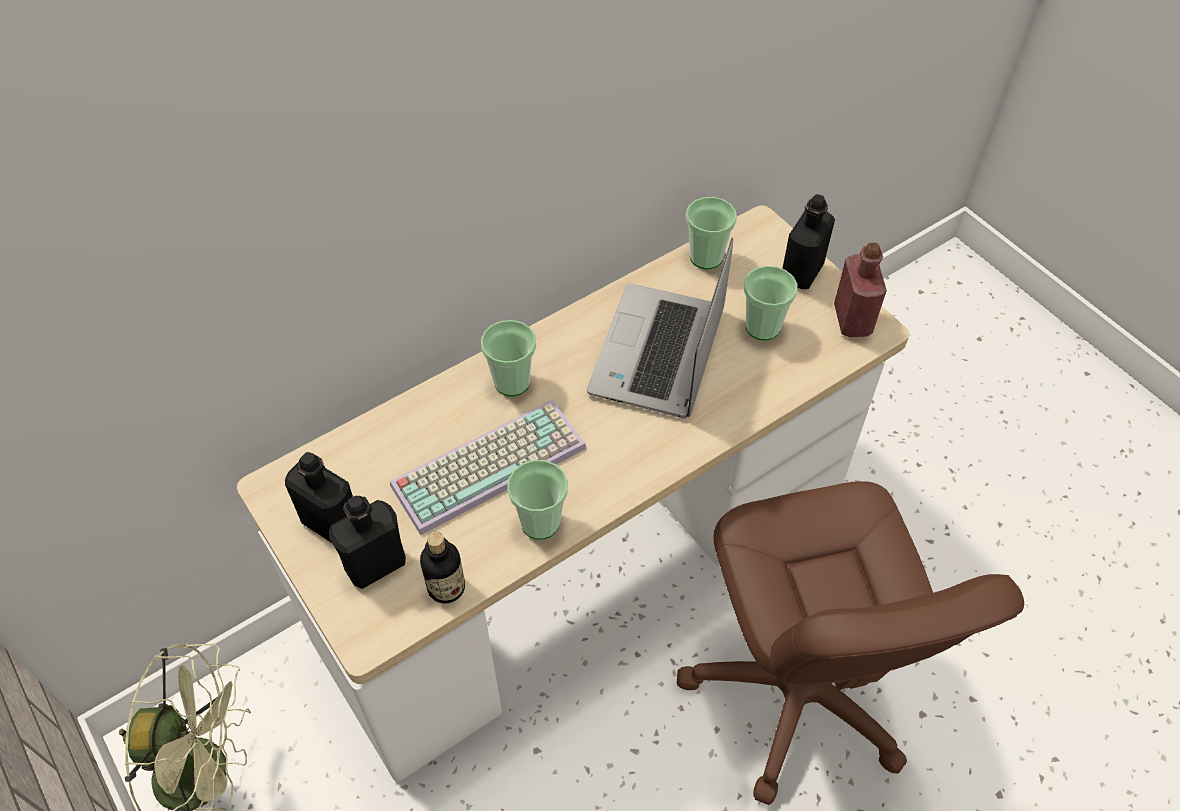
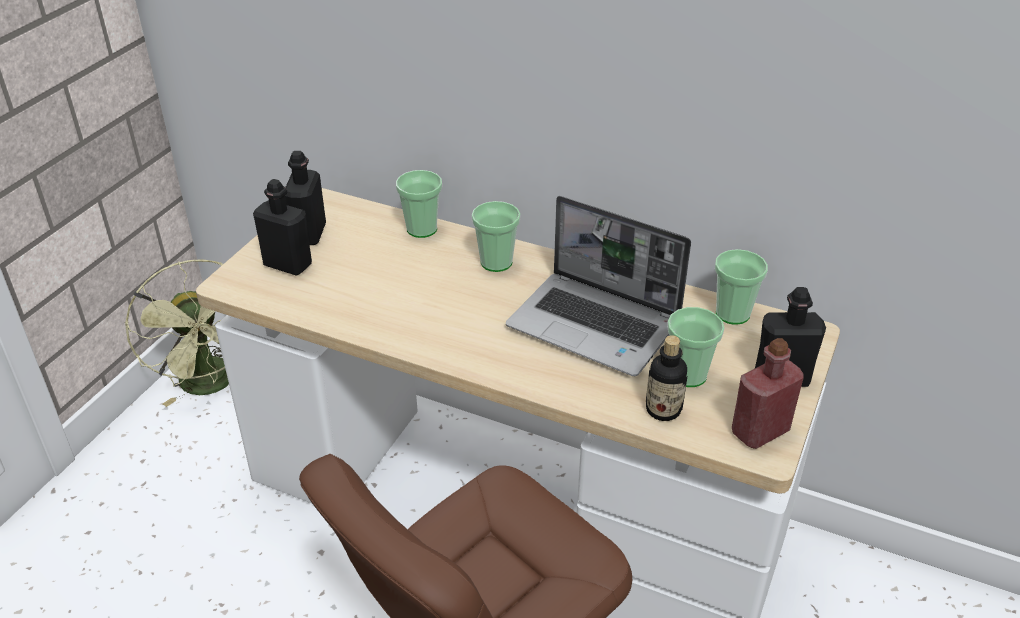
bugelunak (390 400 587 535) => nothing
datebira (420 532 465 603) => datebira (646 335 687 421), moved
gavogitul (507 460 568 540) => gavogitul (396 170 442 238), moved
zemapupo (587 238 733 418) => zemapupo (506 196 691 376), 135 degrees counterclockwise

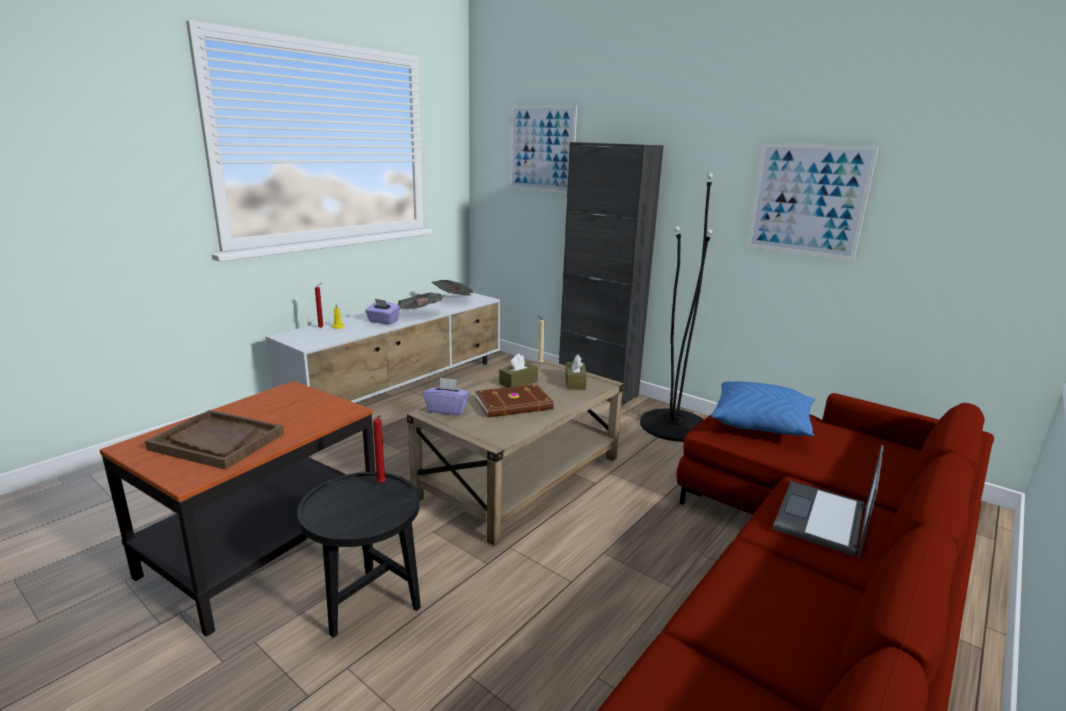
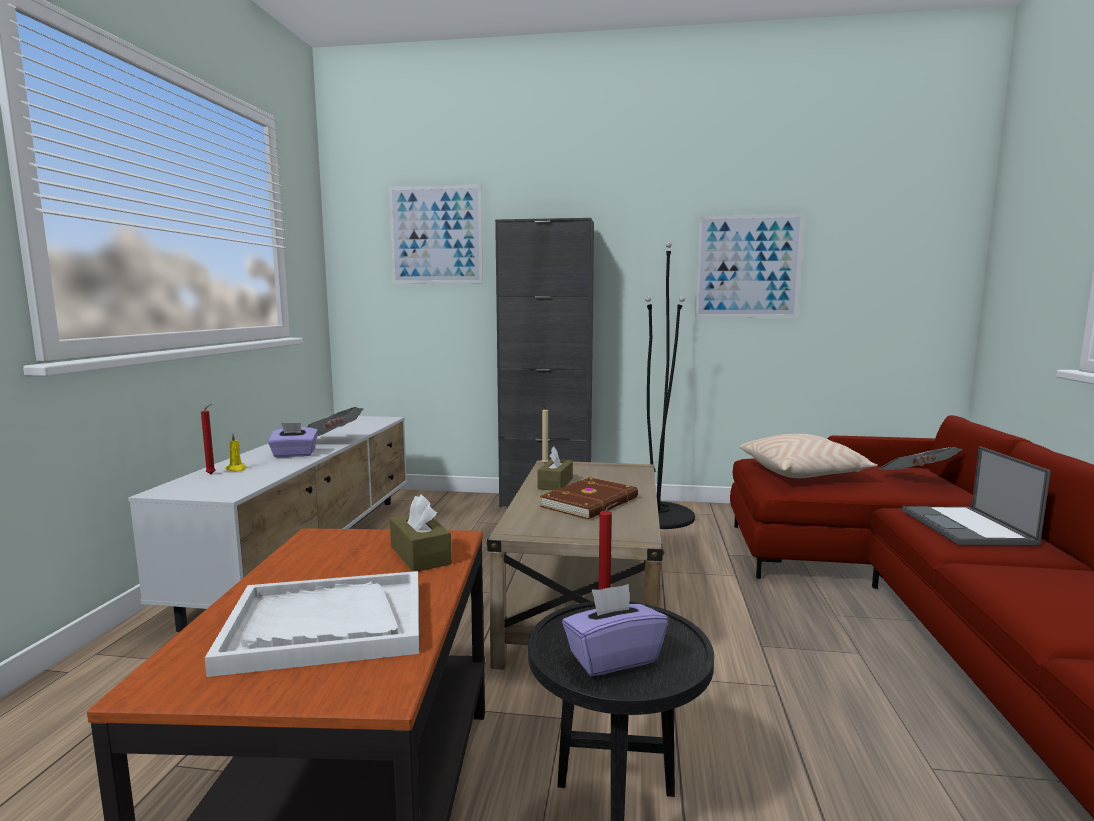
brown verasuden (145 410 284 470) => white verasuden (205 571 419 677)
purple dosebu (423 377 470 415) => purple dosebu (562 584 668 676), moved
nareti (431 280 473 296) => nareti (878 447 963 470), moved
brown dosebu (565 354 587 390) => brown dosebu (390 494 452 572), moved
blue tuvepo (711 381 815 436) => beige tuvepo (740 434 878 478)

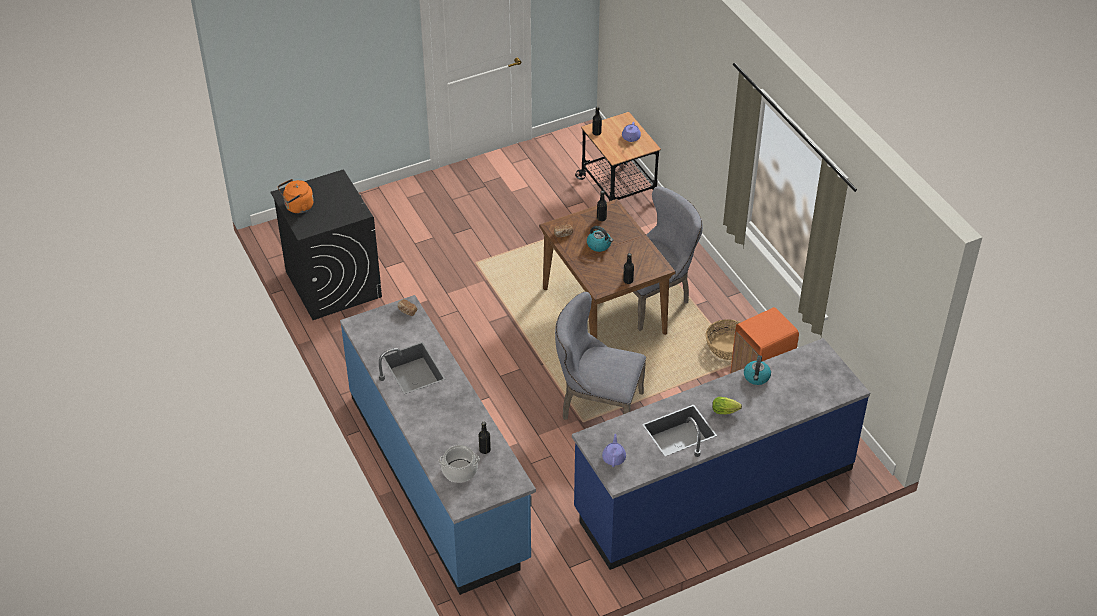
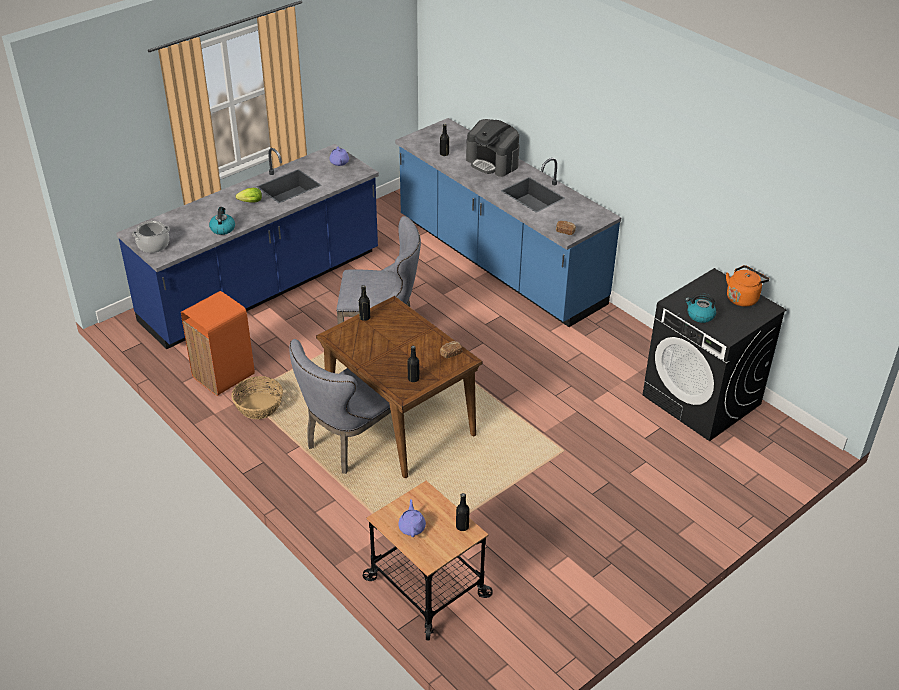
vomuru (439 445 480 483) => vomuru (132 221 170 253), moved
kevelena (587 226 613 252) => kevelena (685 293 716 323), moved
nothing => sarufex (466 119 519 177)

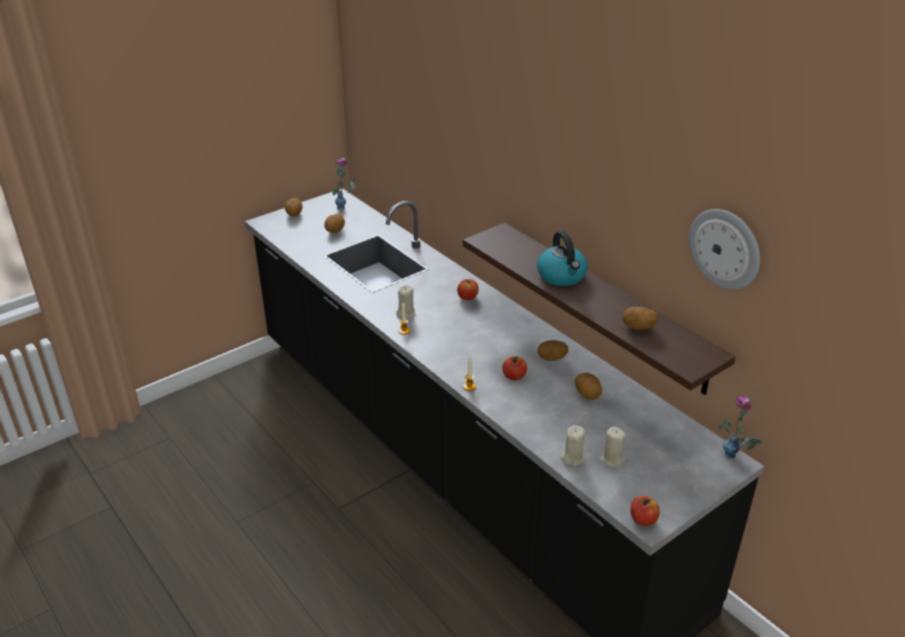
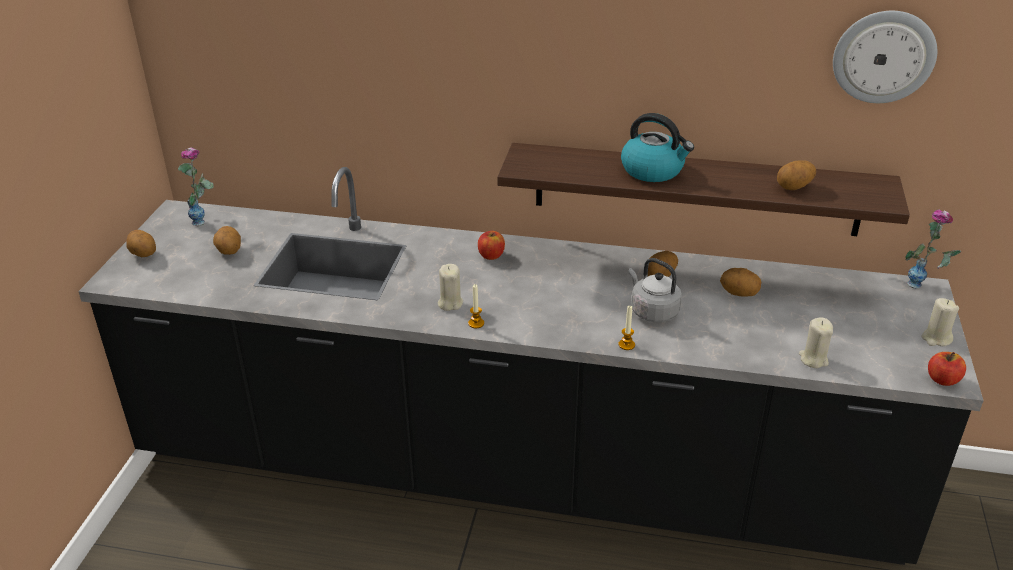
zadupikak (502 356 527 380) => grey kevelena (628 258 682 322)
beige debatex (599 427 626 468) => beige debatex (921 298 959 346), moved

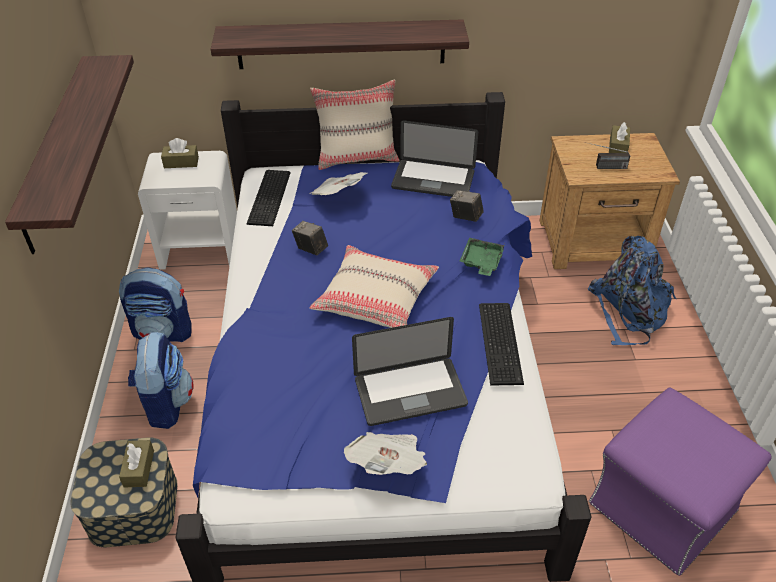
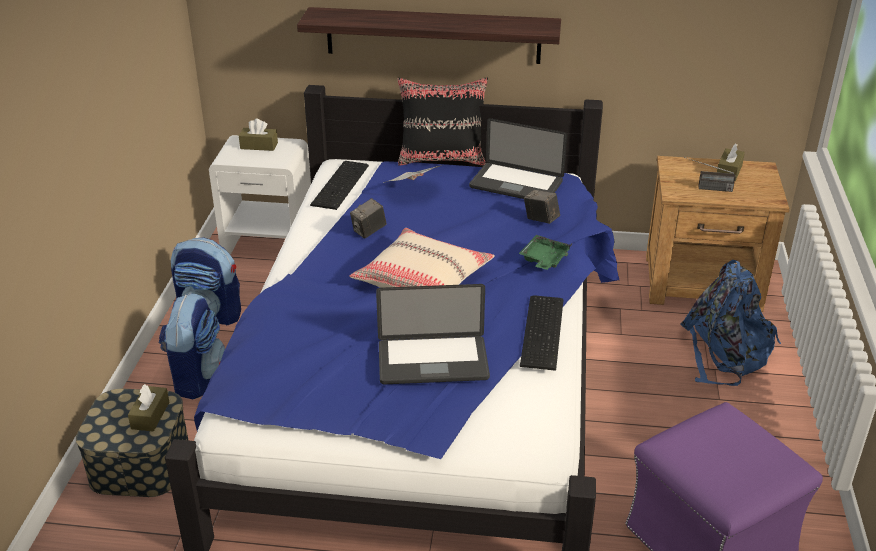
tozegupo (5 55 134 254) => nothing
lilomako (292 221 328 256) => lilomako (350 198 387 239), 90 degrees counterclockwise
beige tuvepo (310 80 400 170) => black tuvepo (397 77 488 166)
nareti (344 432 427 475) => nothing

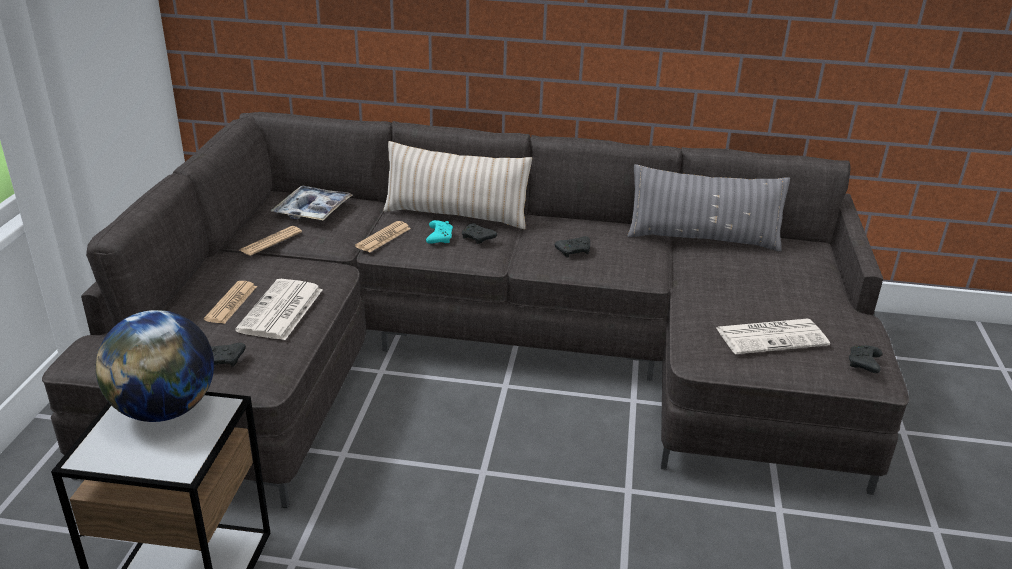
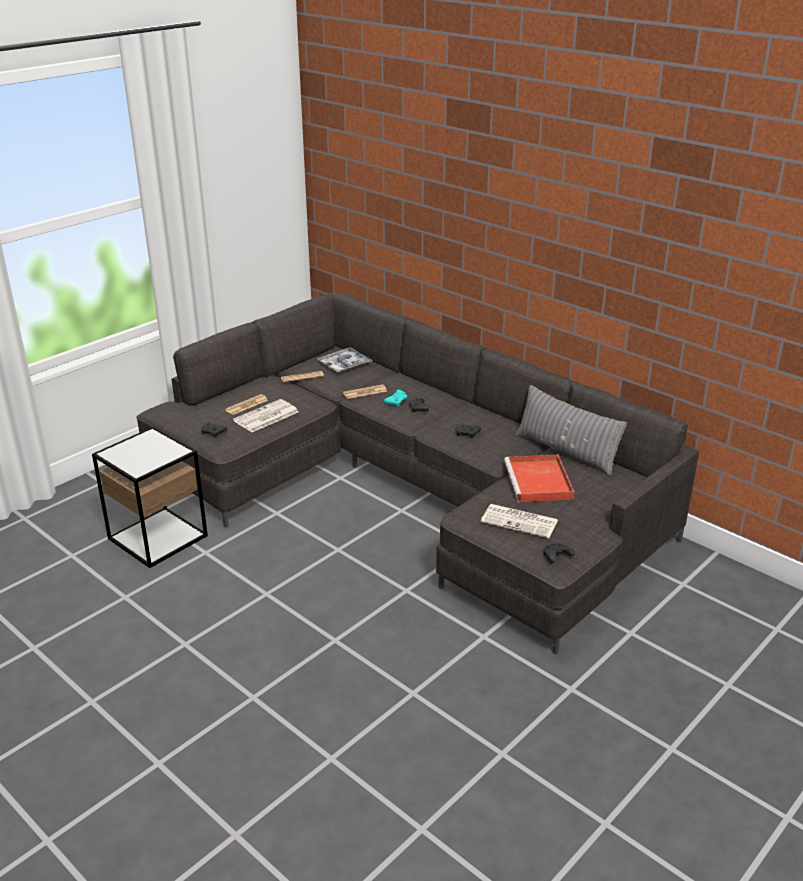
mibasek (95 310 214 422) => nothing
beige tuvepo (383 141 532 229) => nothing
nothing => red verasuden (504 455 574 502)

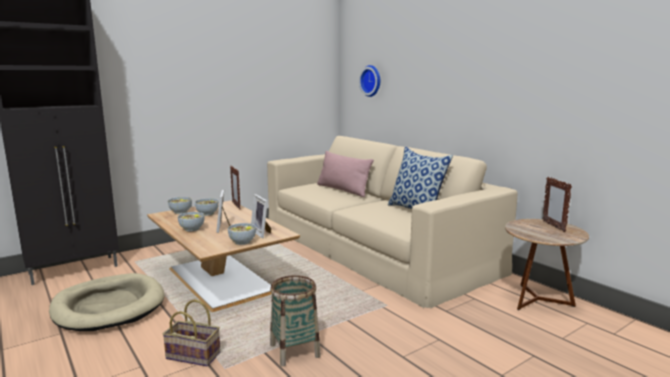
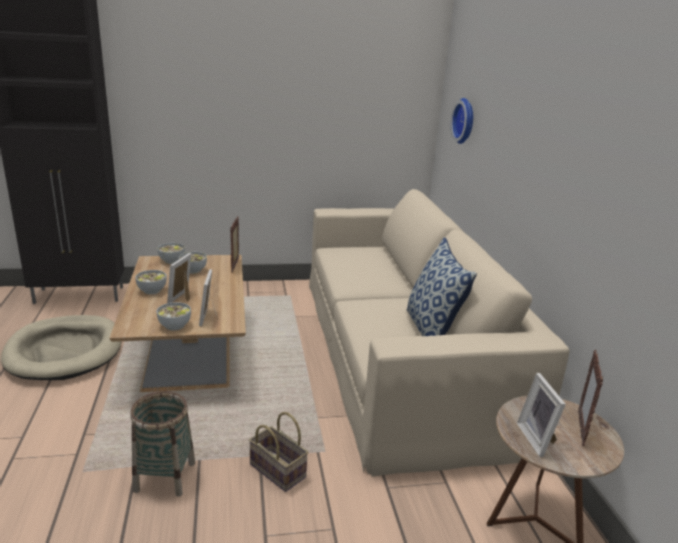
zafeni (163 299 221 367) => zafeni (249 412 308 492), moved
pink tuvepo (317 151 374 197) => nothing
nothing => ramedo (517 373 566 457)

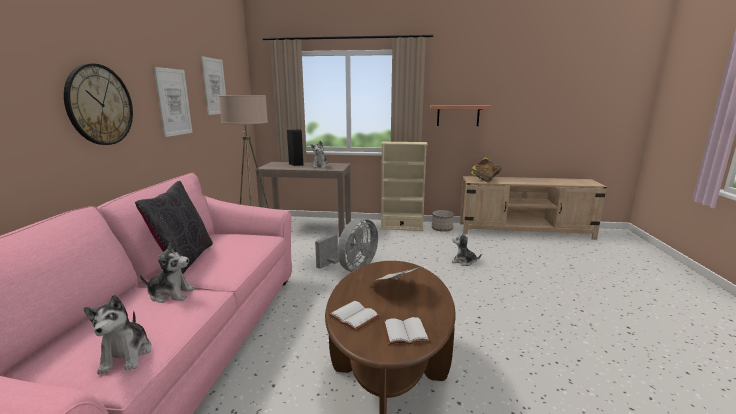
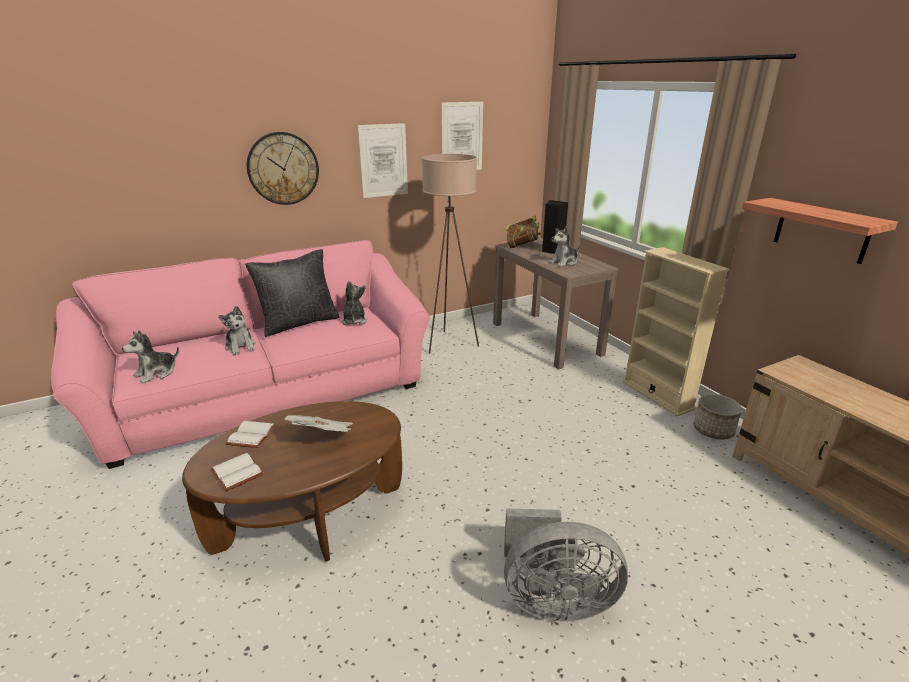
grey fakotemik (315 218 378 272) => grey fakotemik (504 508 628 621), moved
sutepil (452 233 482 266) => sutepil (341 281 368 325), moved
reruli (470 157 502 182) => reruli (506 216 541 248), moved

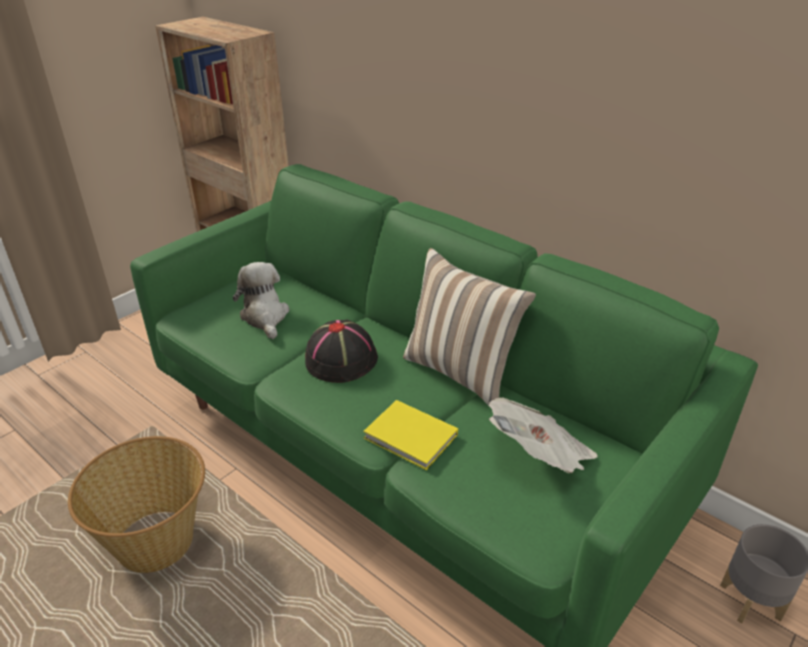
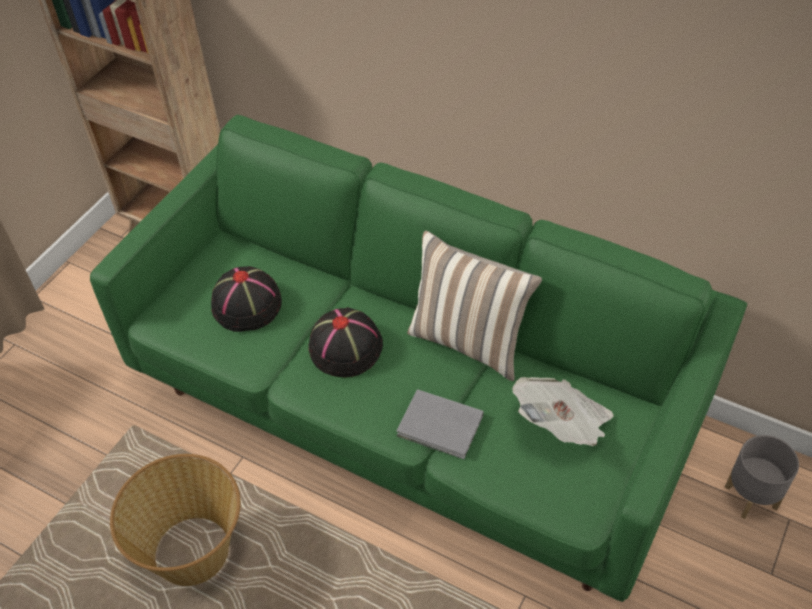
sutepil (233 262 290 339) => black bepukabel (211 266 282 332)
yellow reruli (363 400 458 470) => grey reruli (396 389 483 459)

